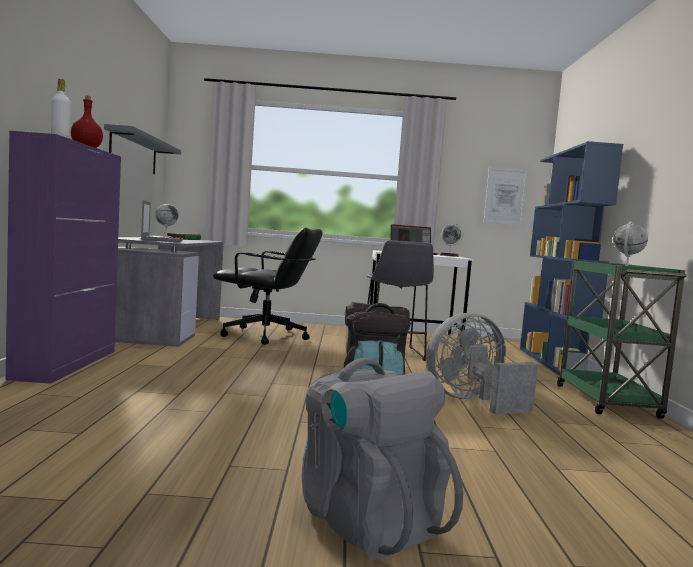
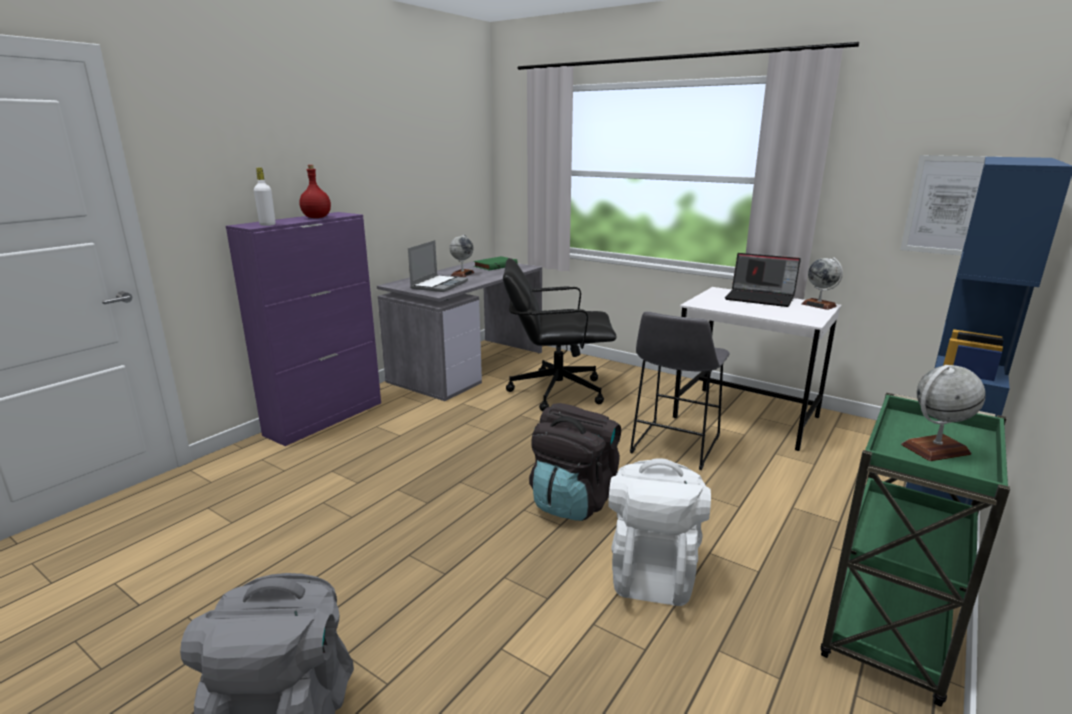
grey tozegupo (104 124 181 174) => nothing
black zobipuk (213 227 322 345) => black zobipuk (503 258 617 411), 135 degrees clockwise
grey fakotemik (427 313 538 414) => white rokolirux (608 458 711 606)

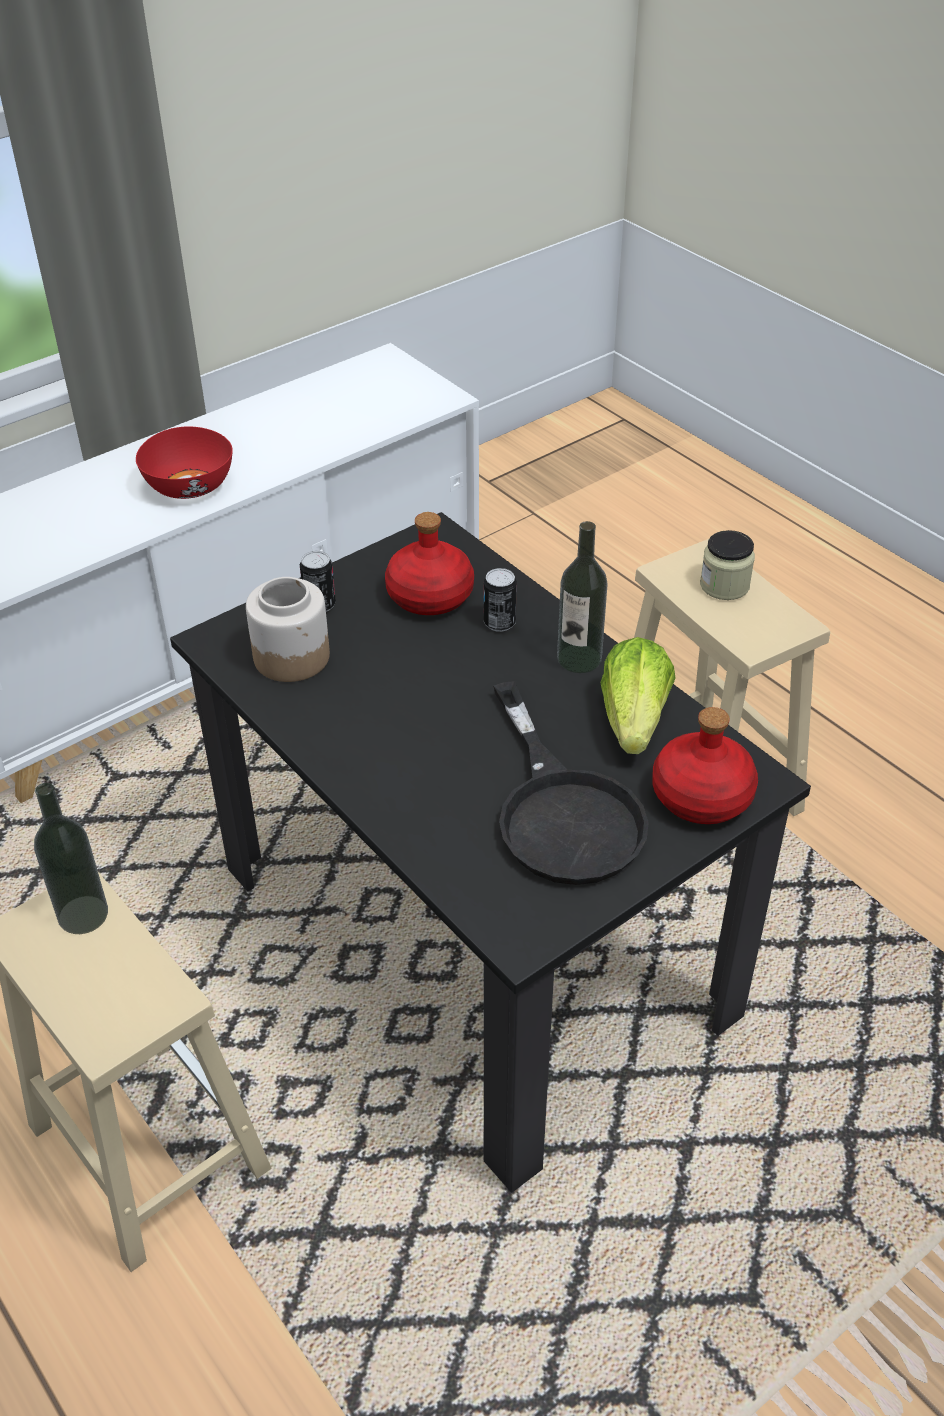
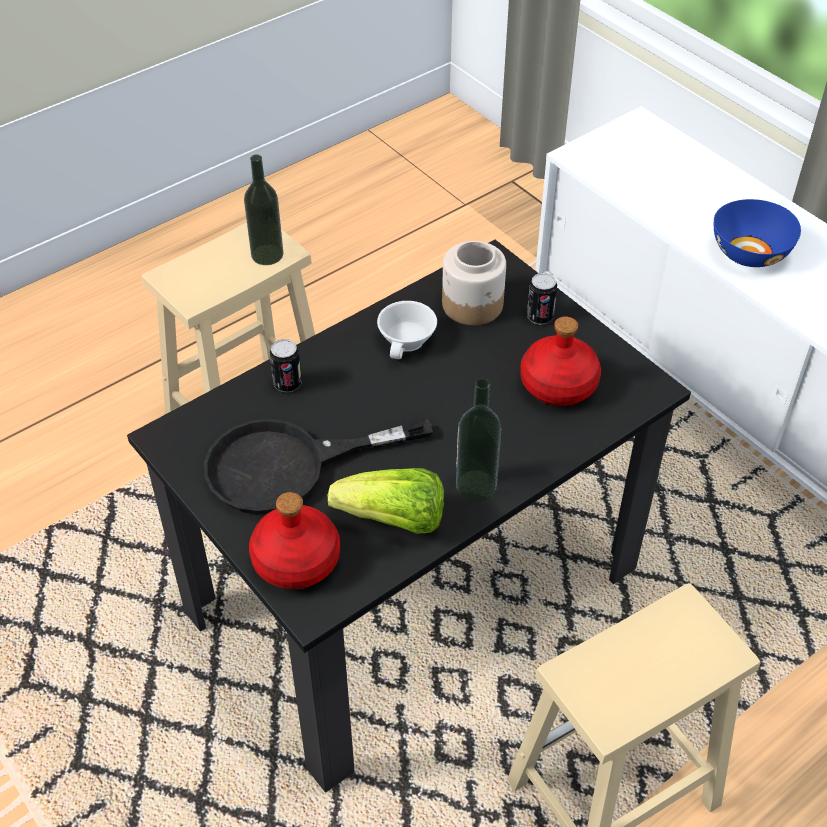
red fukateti (136 426 233 499) => blue fukateti (714 199 801 267)
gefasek (484 568 517 632) => gefasek (270 339 302 392), moved
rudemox (700 530 755 600) => nothing
nothing => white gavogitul (377 301 437 359)

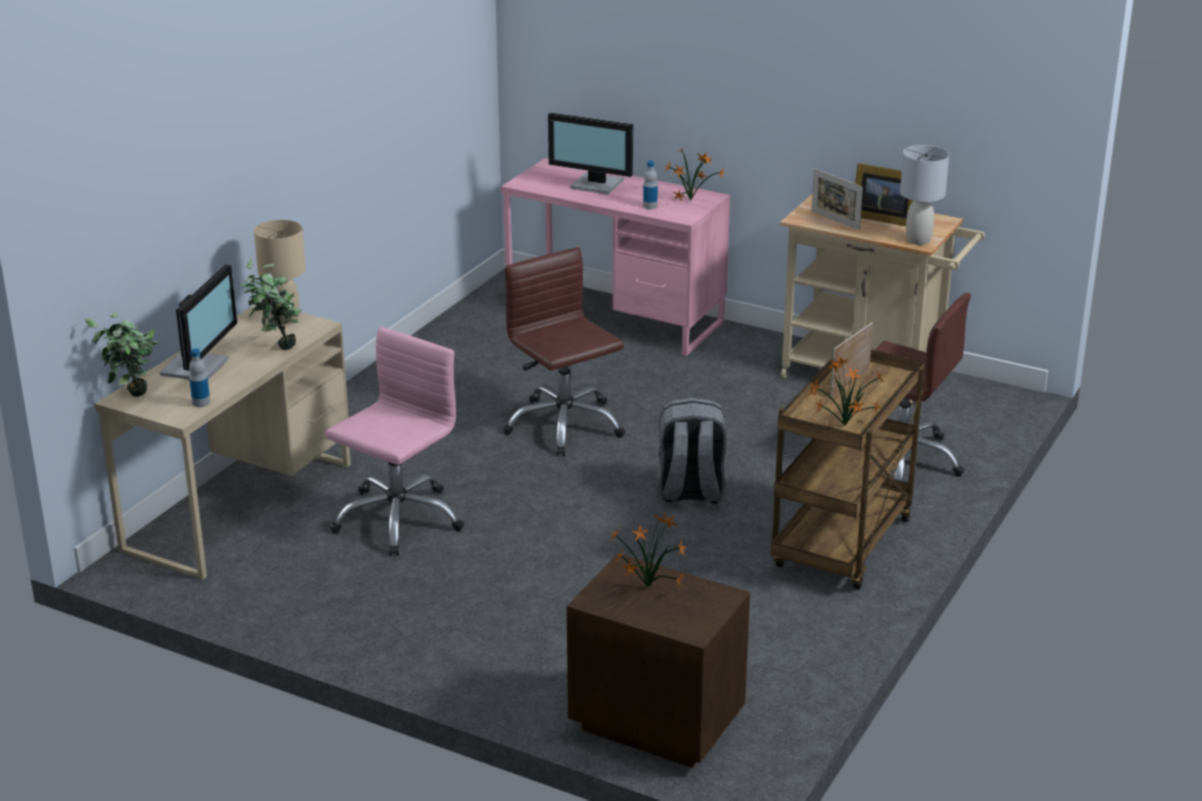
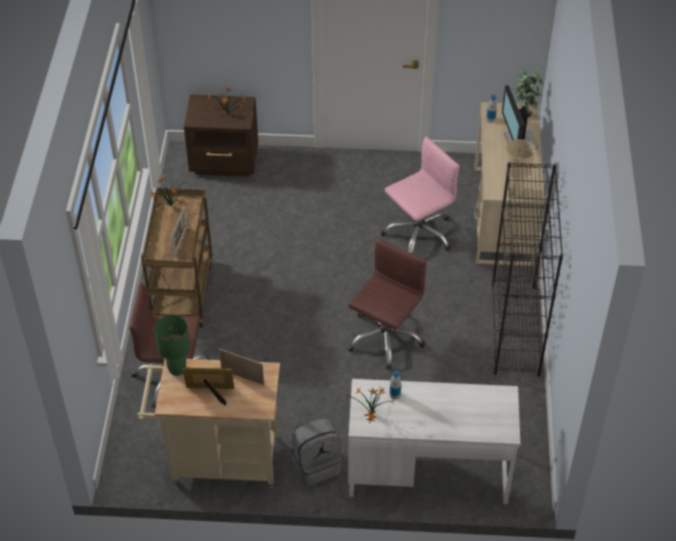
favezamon (240 258 302 350) => nothing
pink zobipuk (325 327 464 556) => pink zobipuk (381 136 460 254), 135 degrees counterclockwise
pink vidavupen (501 158 730 356) => white vidavupen (348 379 520 504)
brown zobipuk (502 247 626 456) => brown zobipuk (347 239 427 370), 90 degrees counterclockwise
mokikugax (548 112 633 195) => nothing
grey rokolirux (658 398 726 504) => grey rokolirux (291 418 342 486), moved
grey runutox (900 145 949 245) => green runutox (154 315 190 376)
nothing => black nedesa (492 162 563 377)

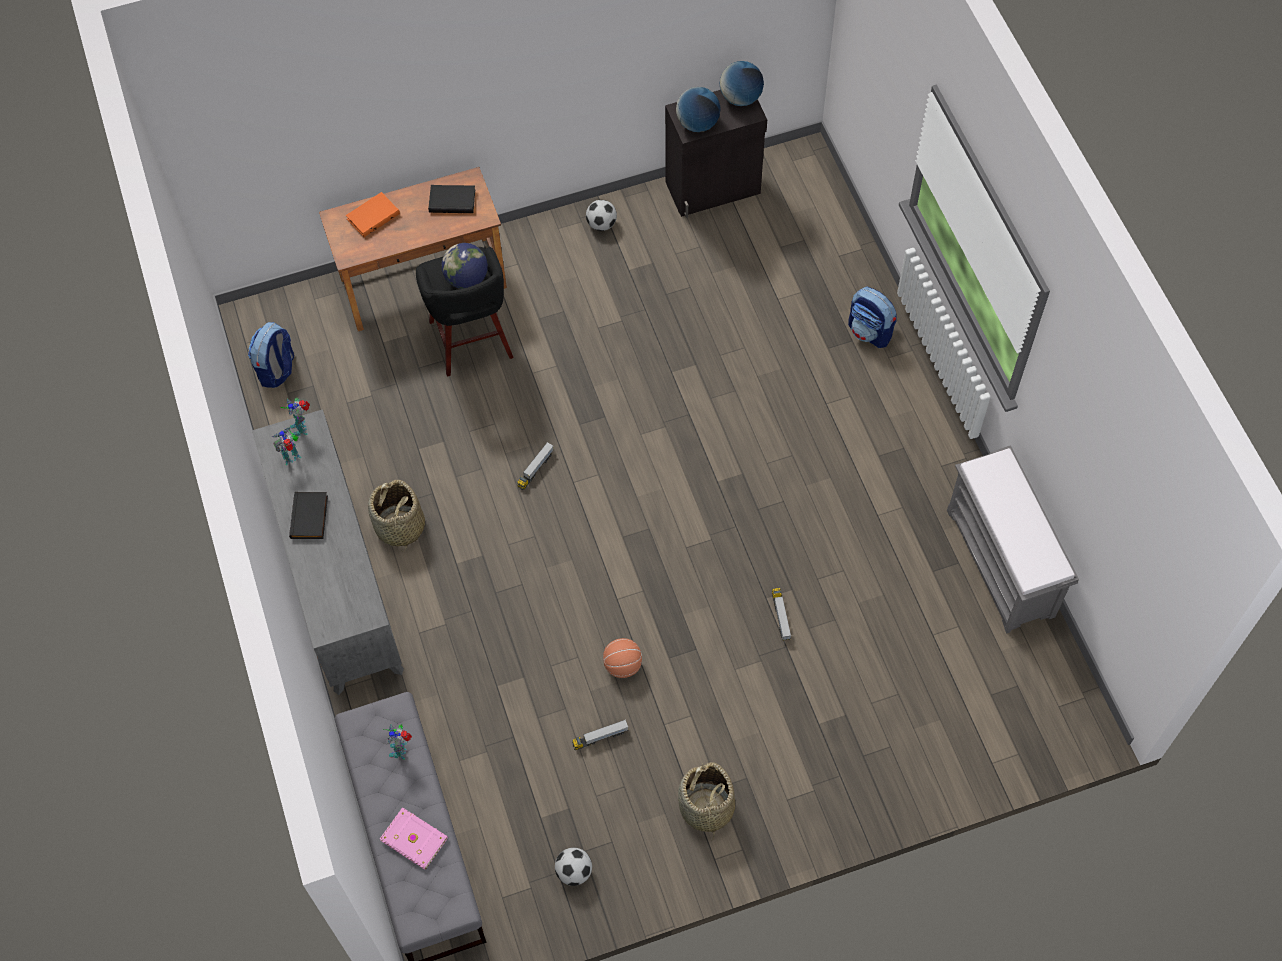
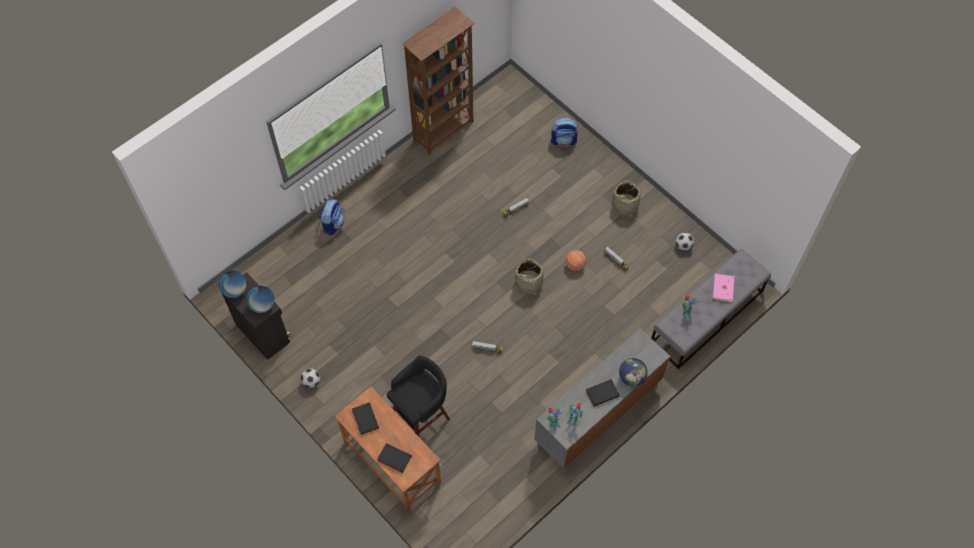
rokolirux (248 322 294 388) => rokolirux (551 118 579 147), moved
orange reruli (346 192 400 237) => black reruli (377 443 412 473)
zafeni (368 480 425 552) => zafeni (515 258 547 295), moved
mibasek (441 243 488 289) => mibasek (619 358 648 386), moved
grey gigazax (947 445 1079 633) => brown nedesa (402 7 475 155)

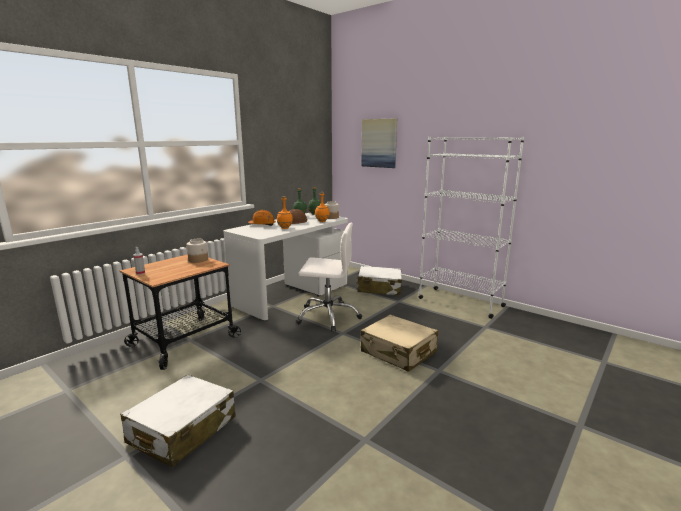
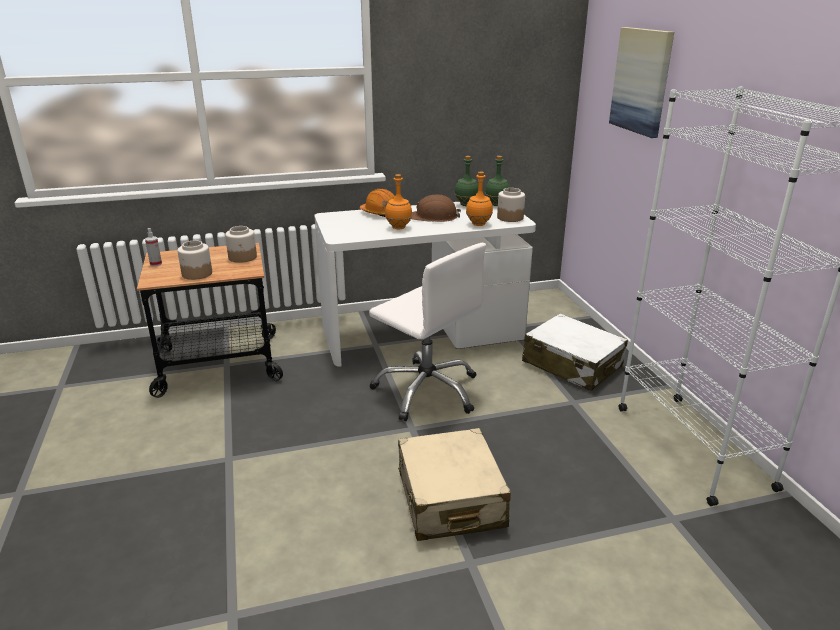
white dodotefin (120 375 236 468) => nothing
nothing => rudemox (177 240 212 280)

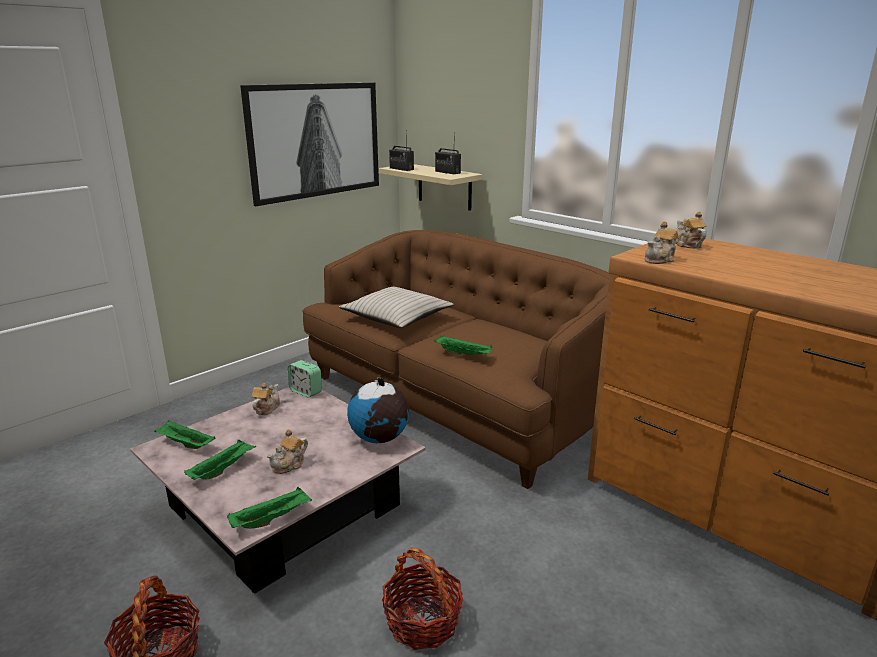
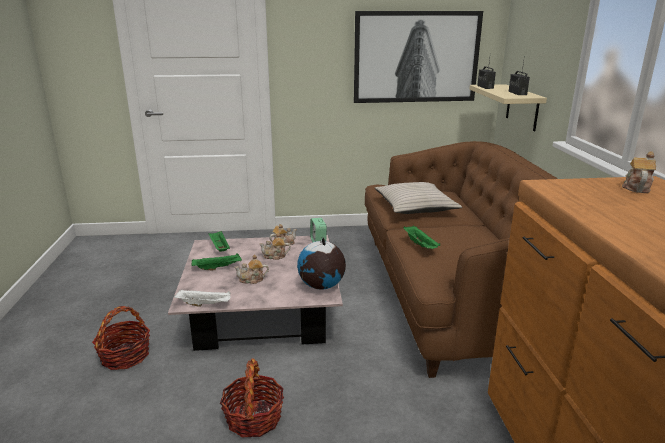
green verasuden (227 487 312 529) => white verasuden (174 290 231 307)
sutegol (644 221 678 264) => sutegol (259 233 291 260), moved

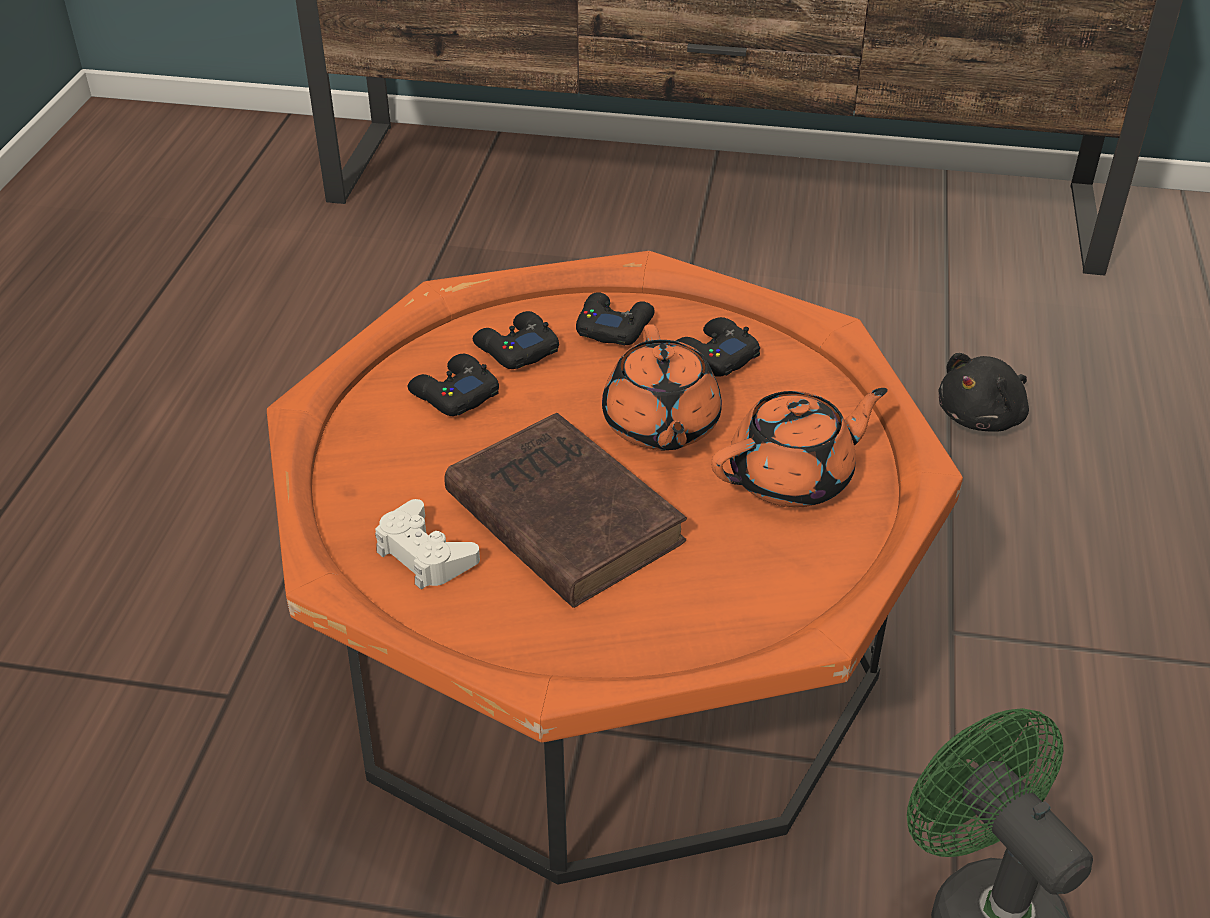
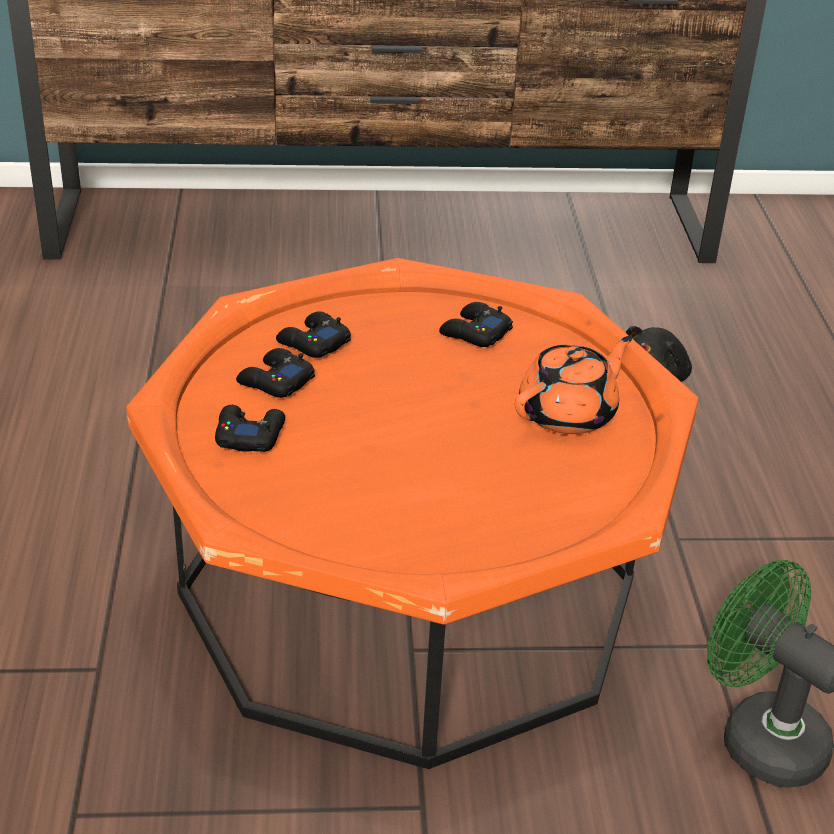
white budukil (375 499 480 590) => nothing
brown reruli (444 413 687 608) => nothing
black budukil (576 292 655 345) => black budukil (215 405 285 452), moved
orange sutegol (602 324 722 450) => nothing

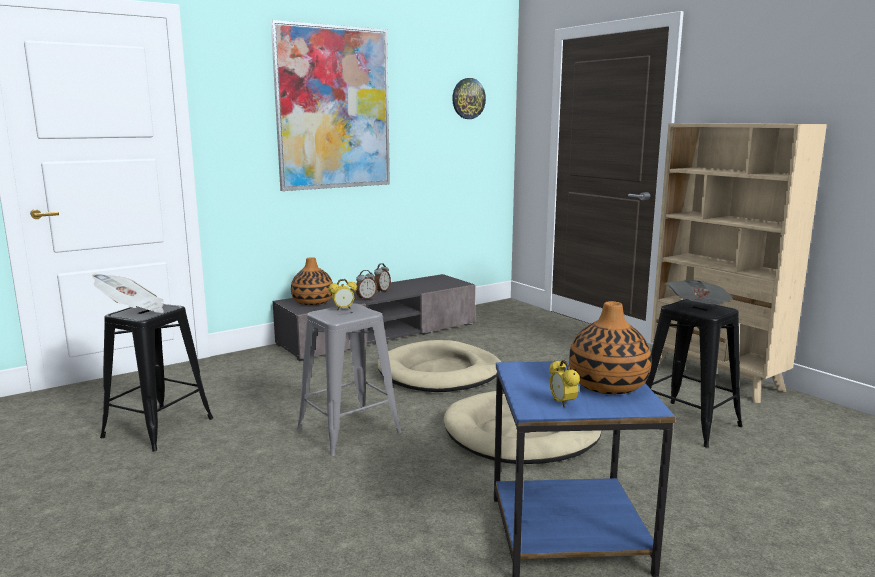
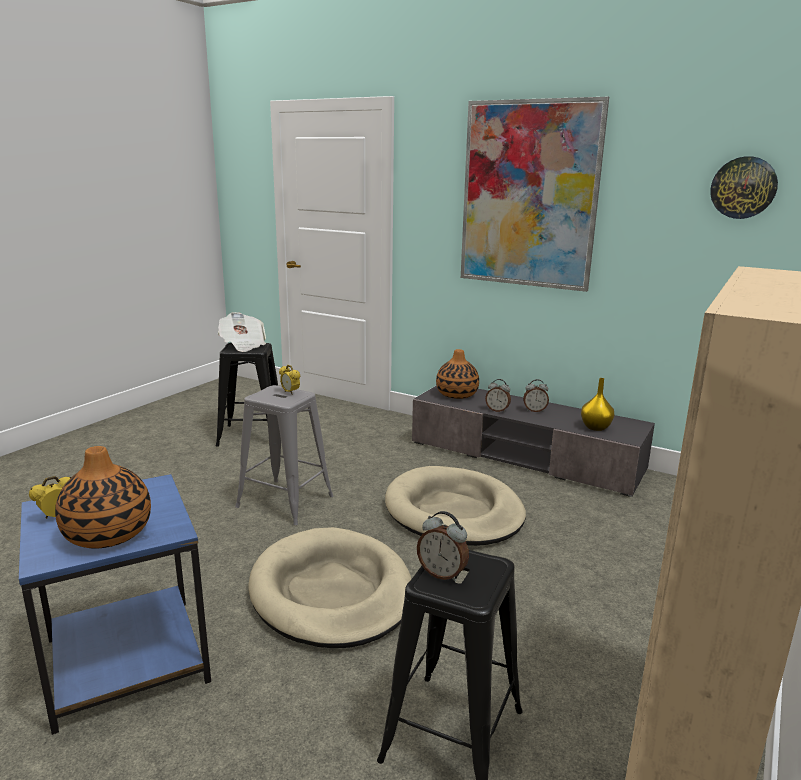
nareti (665 280 734 305) => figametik (417 511 469 582)
nothing => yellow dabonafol (581 378 614 431)

